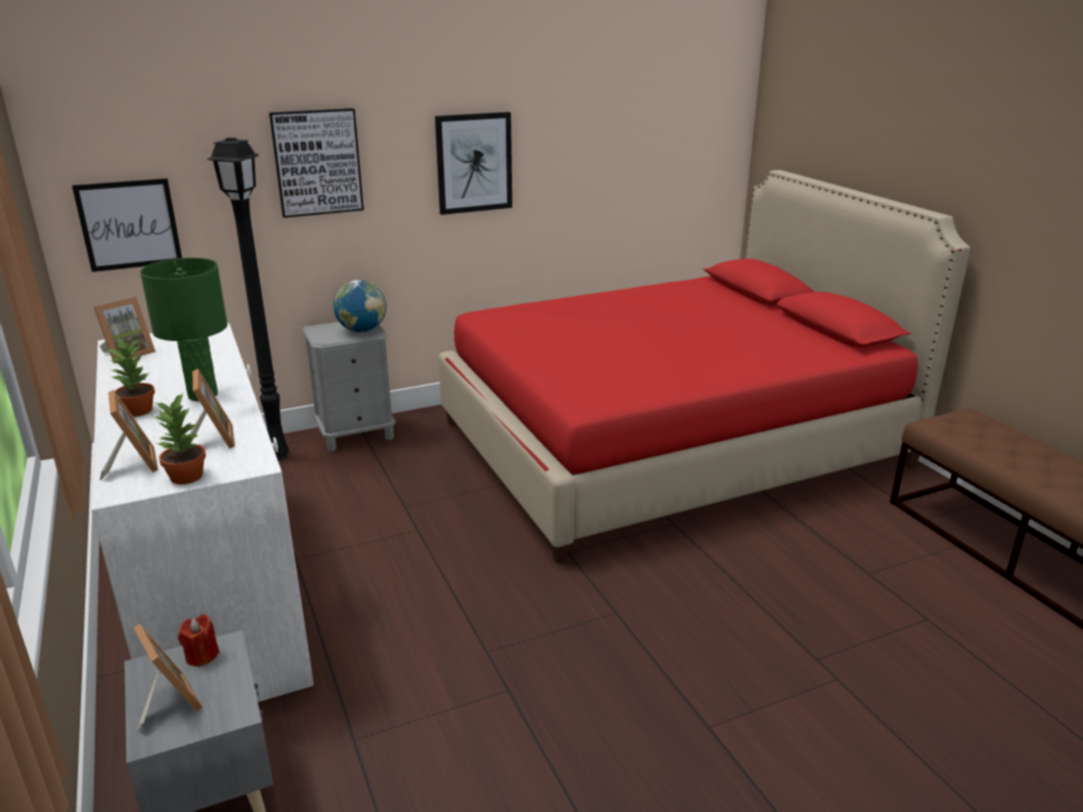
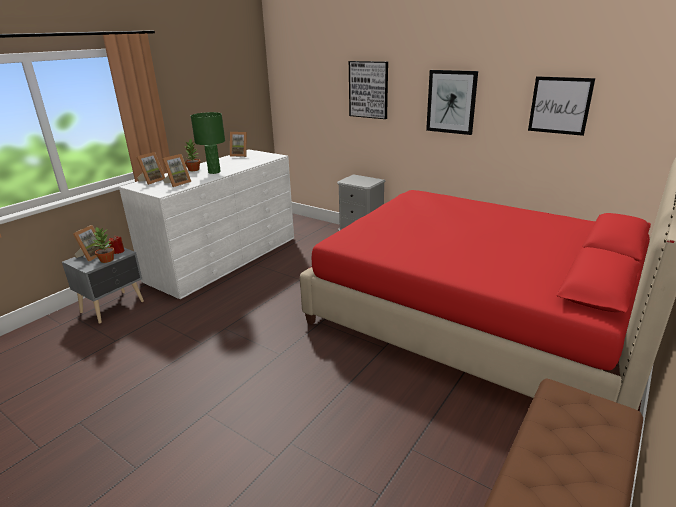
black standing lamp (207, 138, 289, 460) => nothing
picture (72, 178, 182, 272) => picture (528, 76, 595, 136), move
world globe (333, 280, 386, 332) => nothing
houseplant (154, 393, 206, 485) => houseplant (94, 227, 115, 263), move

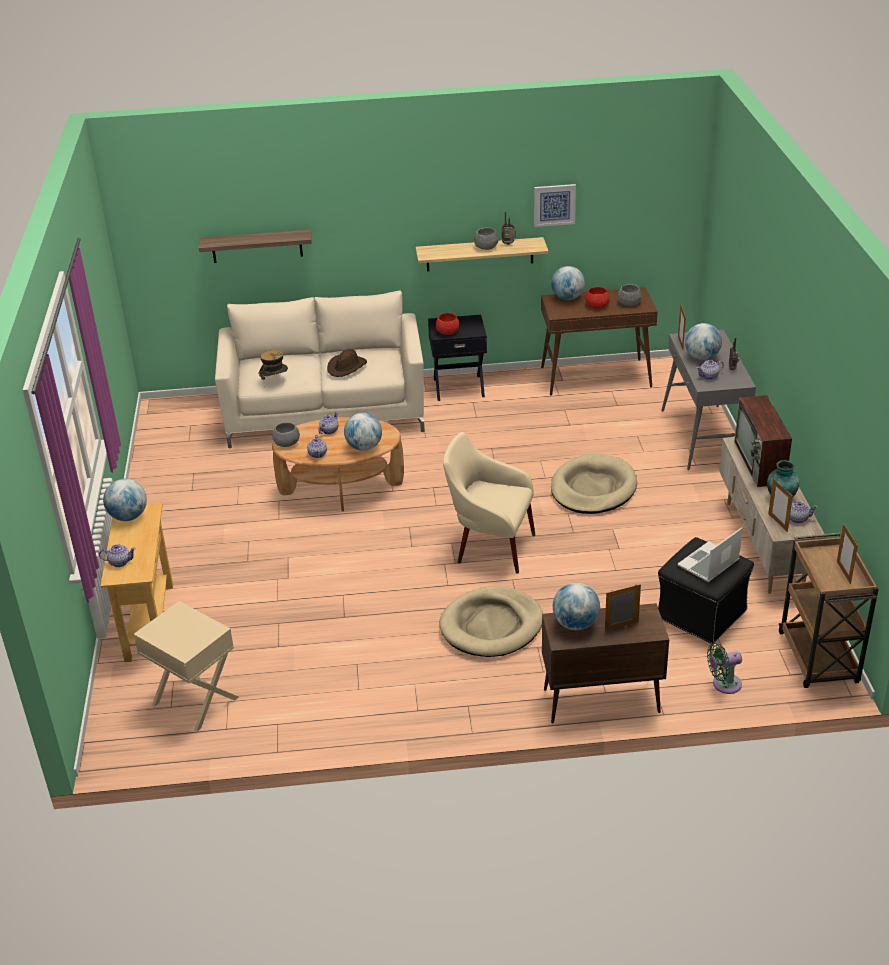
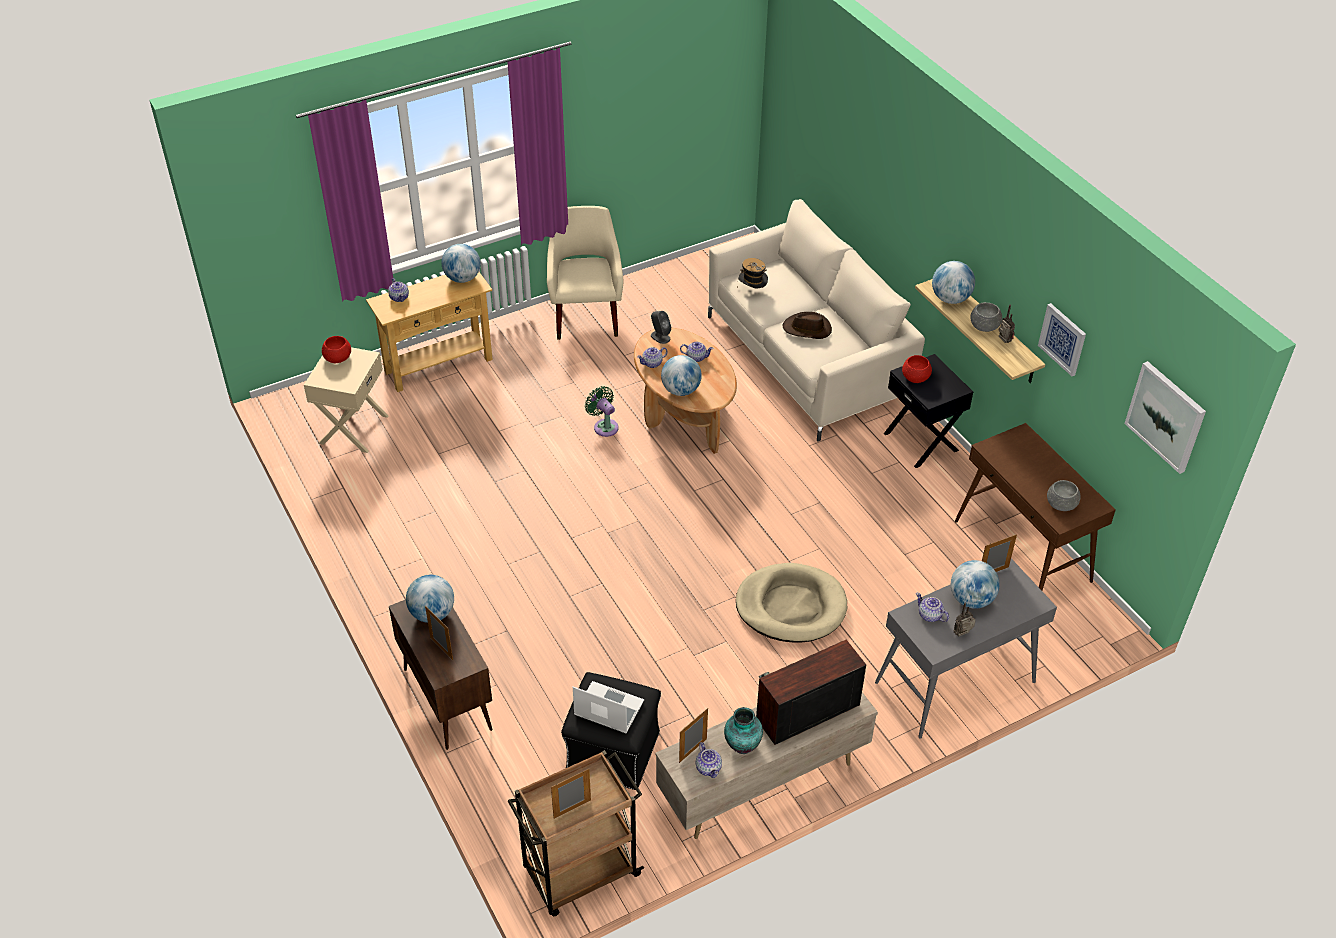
wall shelf (199, 230, 312, 263) => nothing
world globe (551, 266, 585, 300) => world globe (932, 261, 975, 304), move
reddish deep dish (585, 287, 610, 309) => reddish deep dish (322, 336, 351, 363), move
grey deep dish (272, 422, 300, 447) => grey loudspeaker (651, 311, 671, 344)
beige-coloured lounge chair (443, 432, 536, 573) => beige-coloured lounge chair (547, 206, 623, 340), move
beige-coloured dog cushion (439, 586, 543, 657) => nothing
green-coloured fan (707, 643, 742, 694) => green-coloured fan (585, 386, 619, 437), move
nothing => picture (1124, 361, 1206, 474)

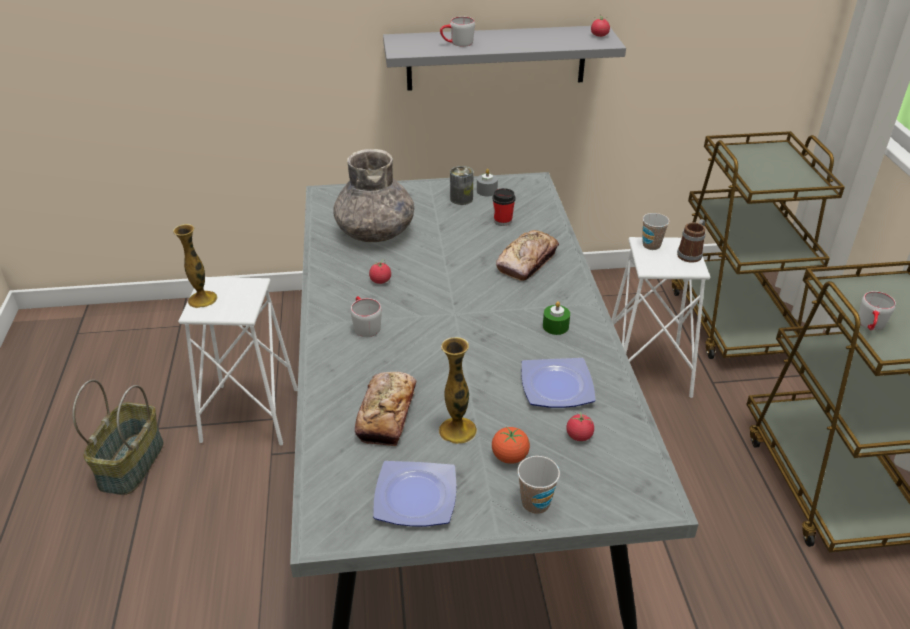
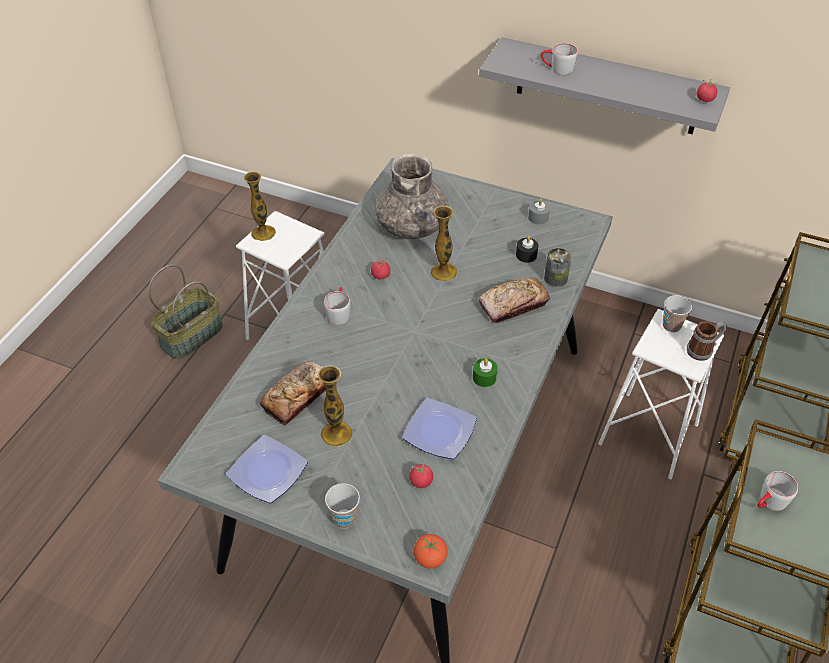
sealed can (450, 166, 474, 205) => sealed can (544, 248, 572, 287), move
cup (492, 188, 516, 226) => black wax candle (516, 236, 538, 263)
whole tomato (492, 427, 530, 464) => whole tomato (413, 534, 448, 569), move
nothing => vase (430, 206, 458, 281)

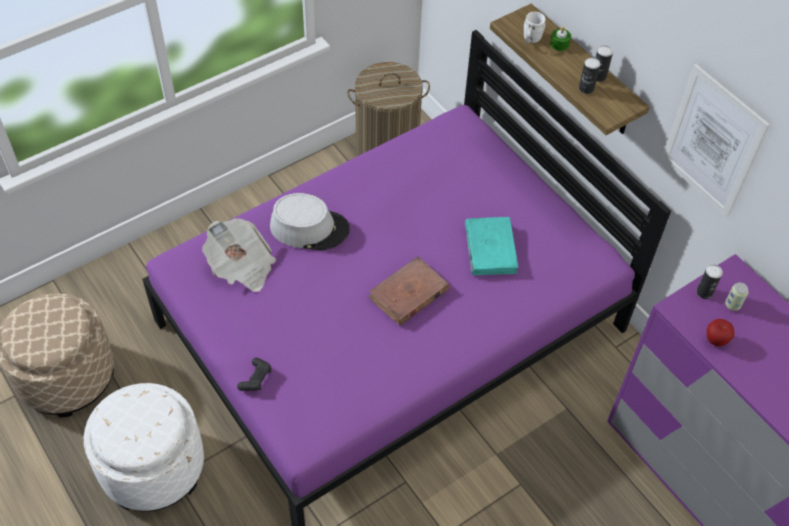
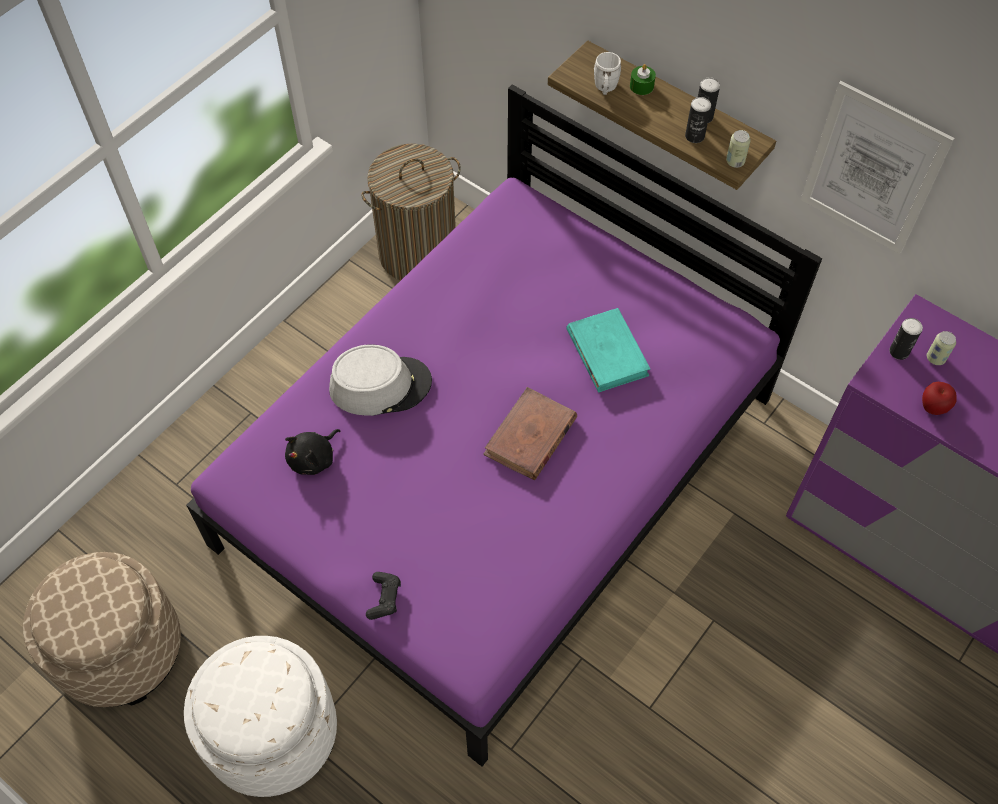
printed paper (202, 218, 276, 292) => black cuddly toy (285, 429, 340, 475)
nothing => sealed can (726, 130, 751, 168)

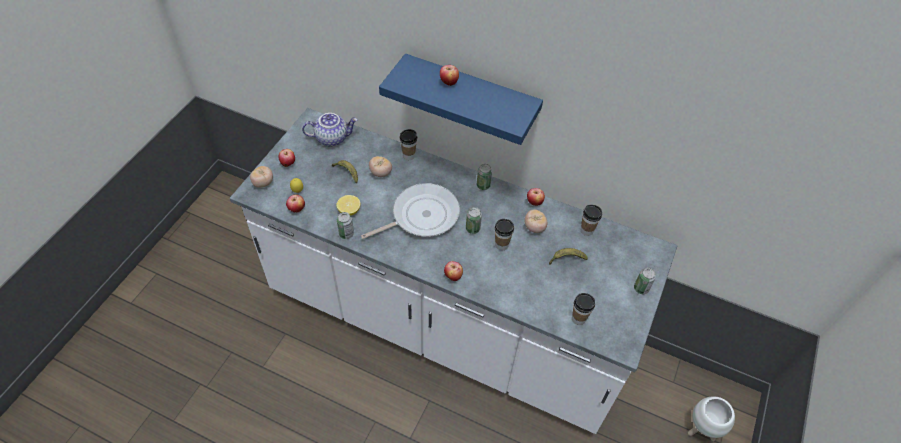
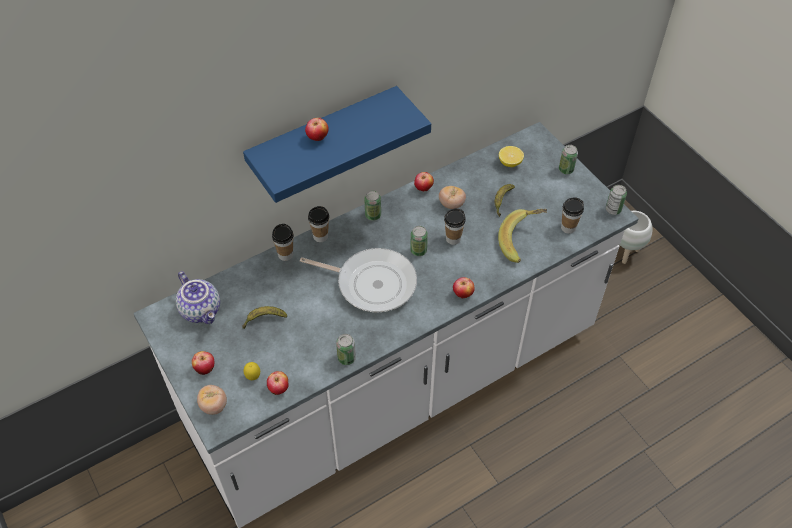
tea pot (302, 113, 358, 147) => tea pot (176, 271, 220, 324), 120 degrees clockwise
whole tomato (369, 156, 392, 177) => nothing
frying pan (361, 183, 460, 239) => frying pan (300, 248, 417, 312), 105 degrees clockwise
whole lemon (336, 195, 360, 215) => whole lemon (499, 146, 524, 167), move
cup (581, 205, 602, 236) => cup (308, 206, 329, 242), move
nothing => sealed can (606, 185, 627, 215)
nothing => whole banana (498, 209, 547, 263)

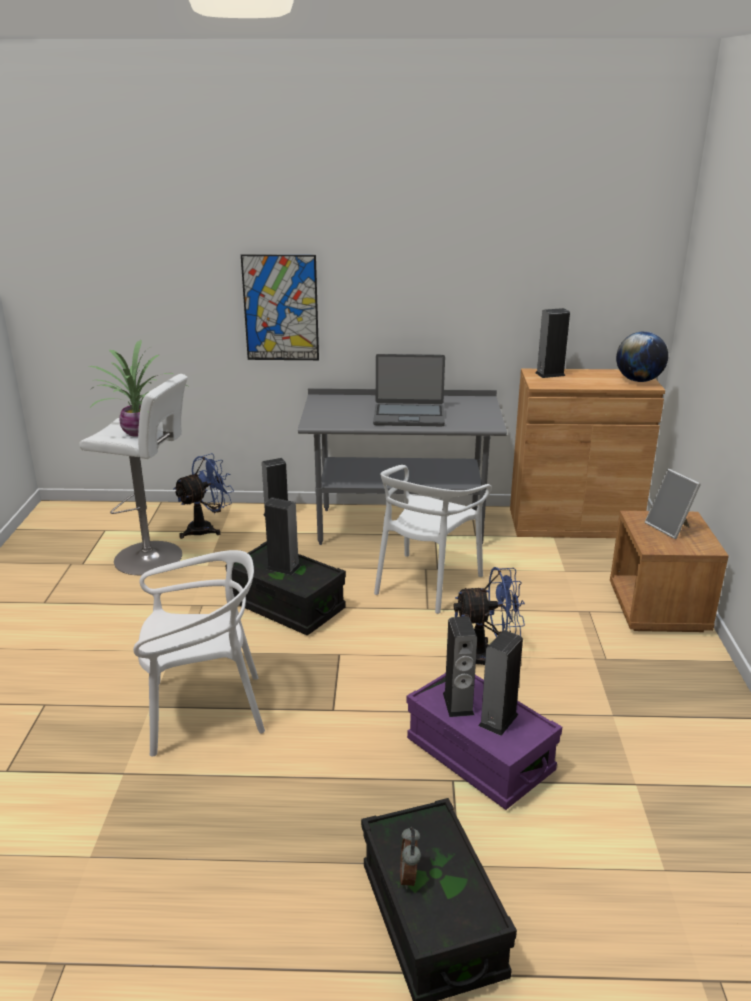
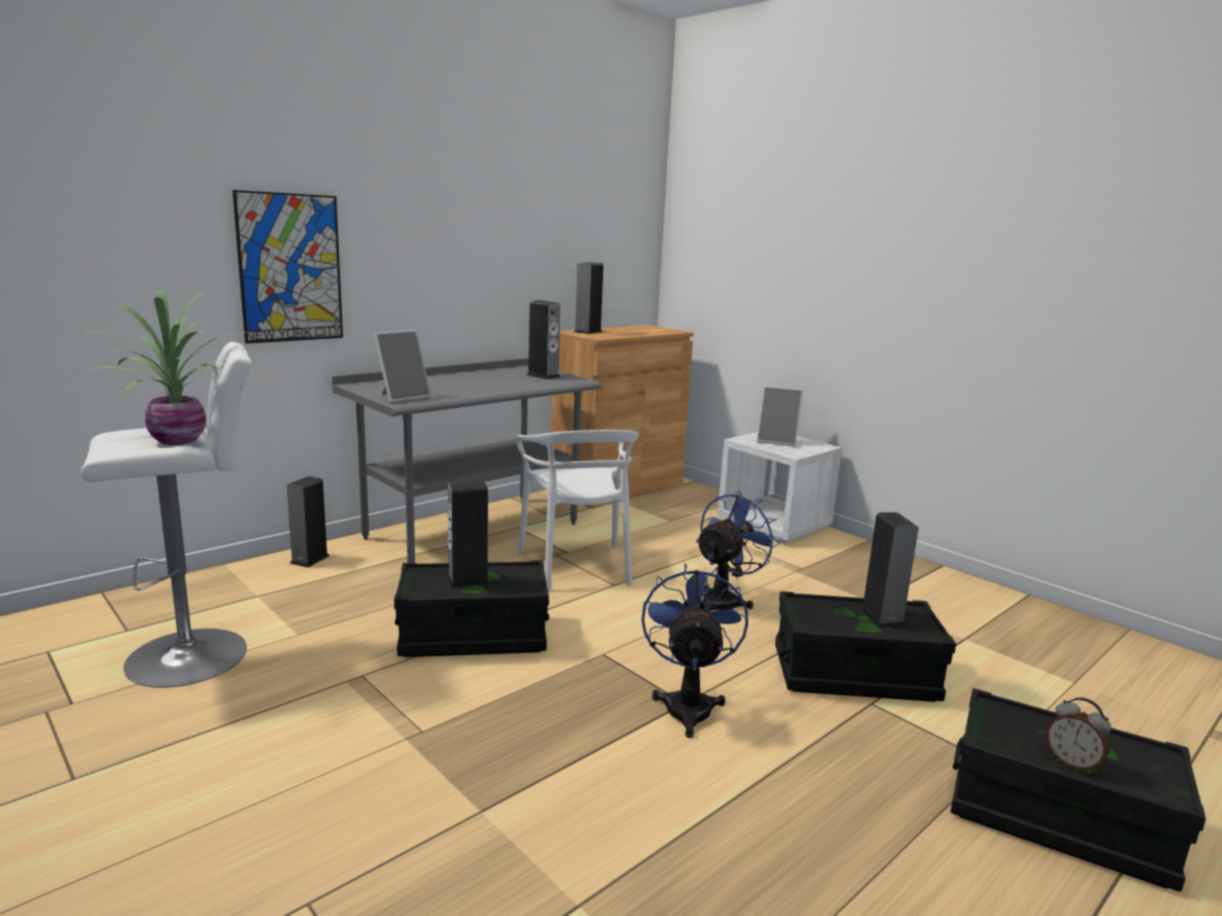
world globe (616, 331, 668, 382) => nothing
laptop (373, 354, 445, 426) => nothing
blue-coloured fan (173, 453, 234, 539) => blue-coloured fan (642, 563, 748, 738), move
brown night table (610, 511, 729, 632) => white night table (717, 432, 842, 544)
white chair (133, 550, 265, 756) => nothing
loudspeaker (443, 616, 477, 717) => loudspeaker (527, 300, 560, 379), move
purple-coloured storage box (406, 673, 562, 810) => black storage box (775, 591, 956, 702)
nothing => photo frame (374, 330, 431, 403)

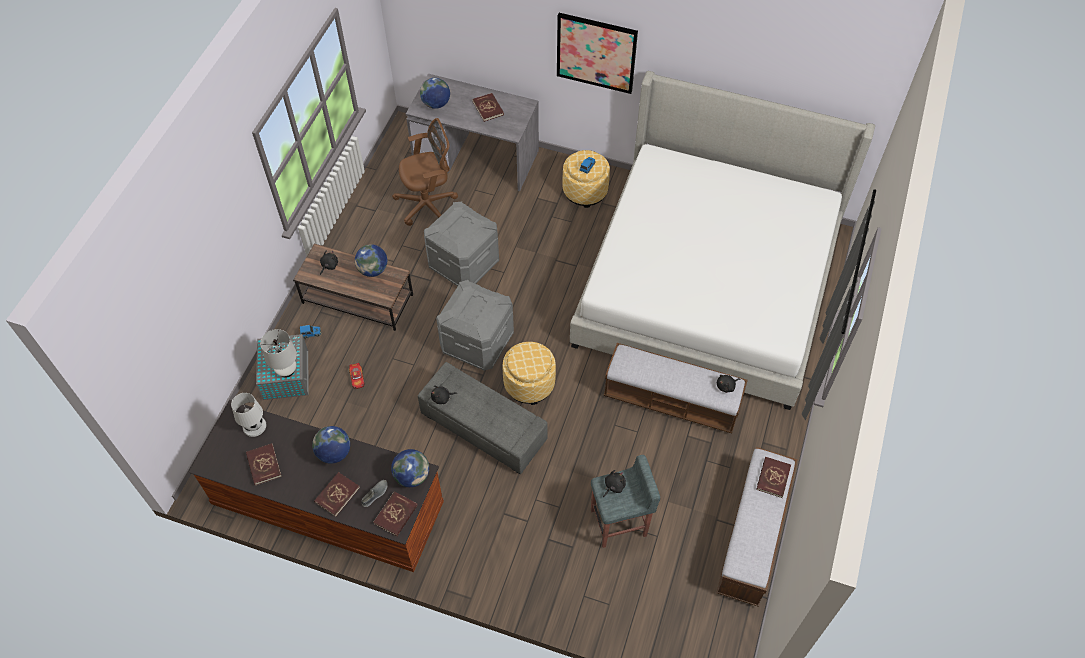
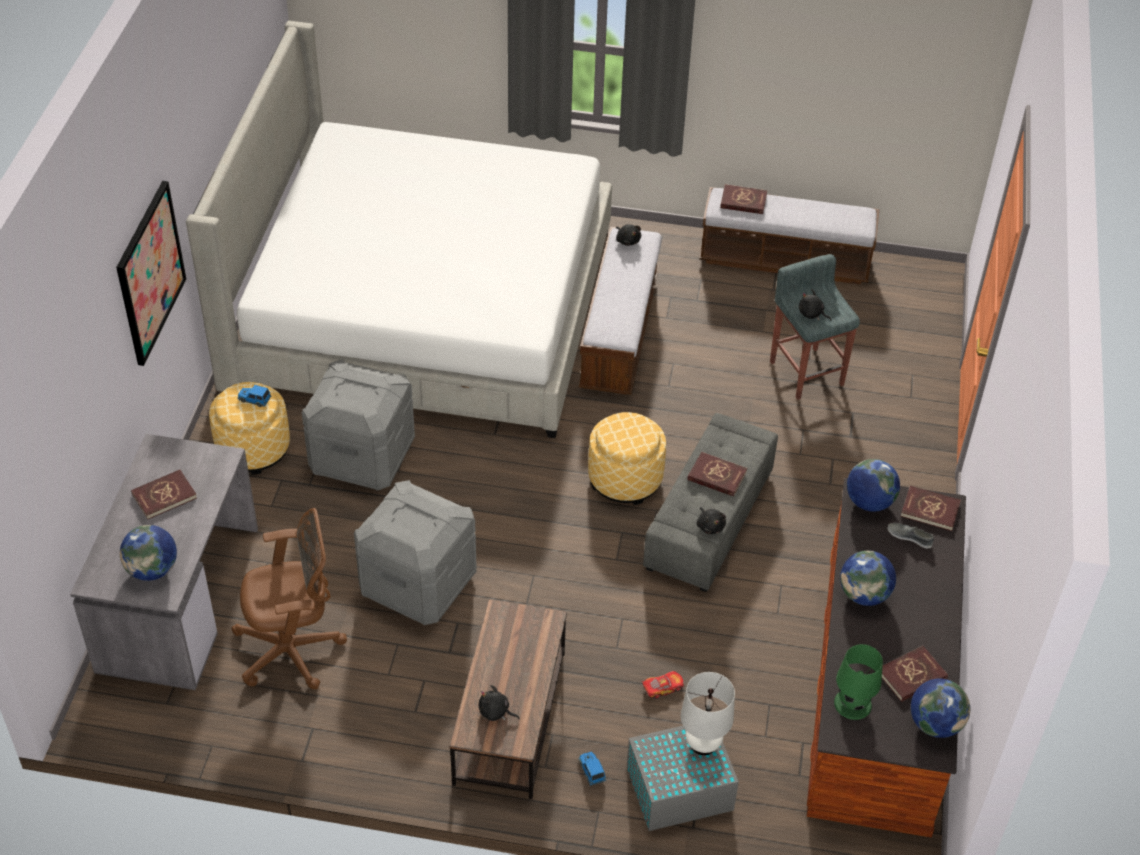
brown office chair (392, 118, 458, 226) => brown office chair (232, 508, 347, 689), 105 degrees clockwise
world globe (355, 244, 387, 277) => world globe (911, 678, 970, 738), move
grey storage box (436, 280, 514, 371) => grey storage box (302, 359, 415, 491), move
white table lamp (231, 393, 266, 437) => green-coloured table lamp (834, 644, 883, 720)
reddish book (314, 472, 360, 517) => reddish book (687, 452, 747, 497), move

